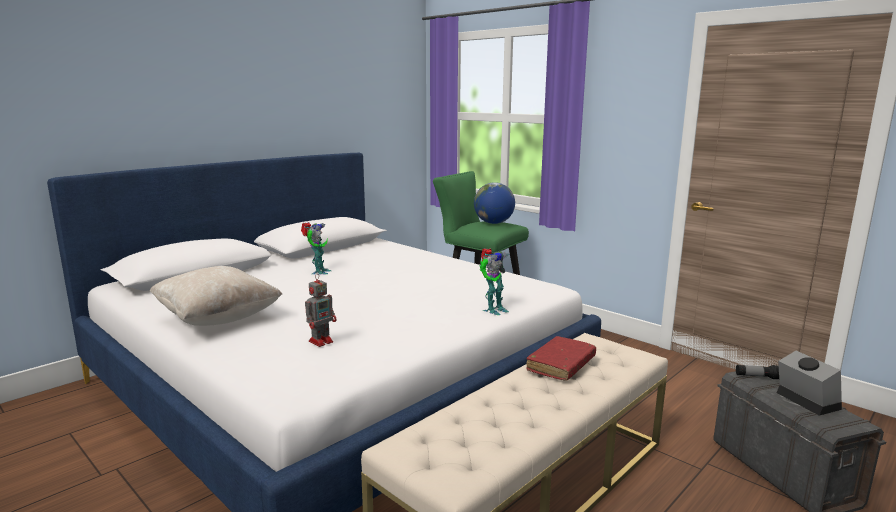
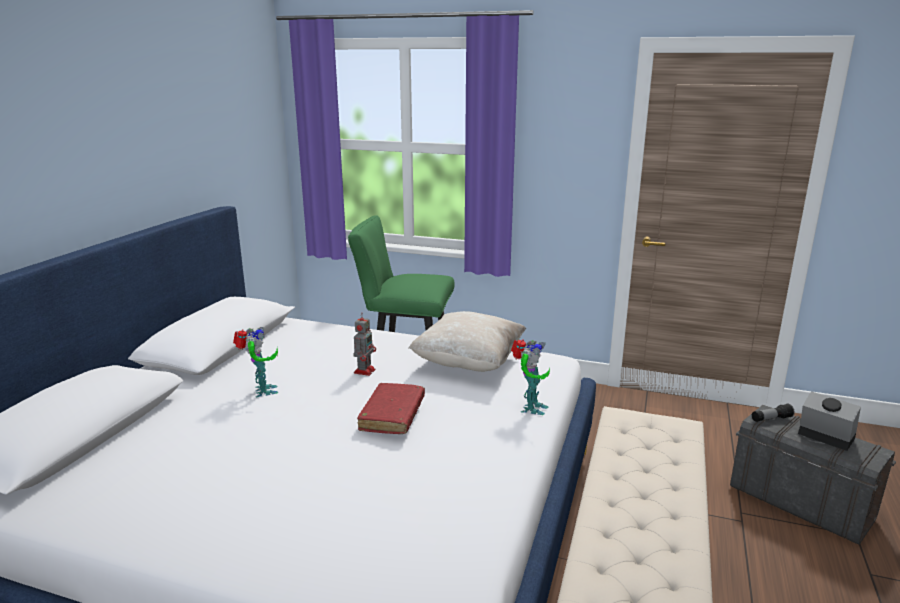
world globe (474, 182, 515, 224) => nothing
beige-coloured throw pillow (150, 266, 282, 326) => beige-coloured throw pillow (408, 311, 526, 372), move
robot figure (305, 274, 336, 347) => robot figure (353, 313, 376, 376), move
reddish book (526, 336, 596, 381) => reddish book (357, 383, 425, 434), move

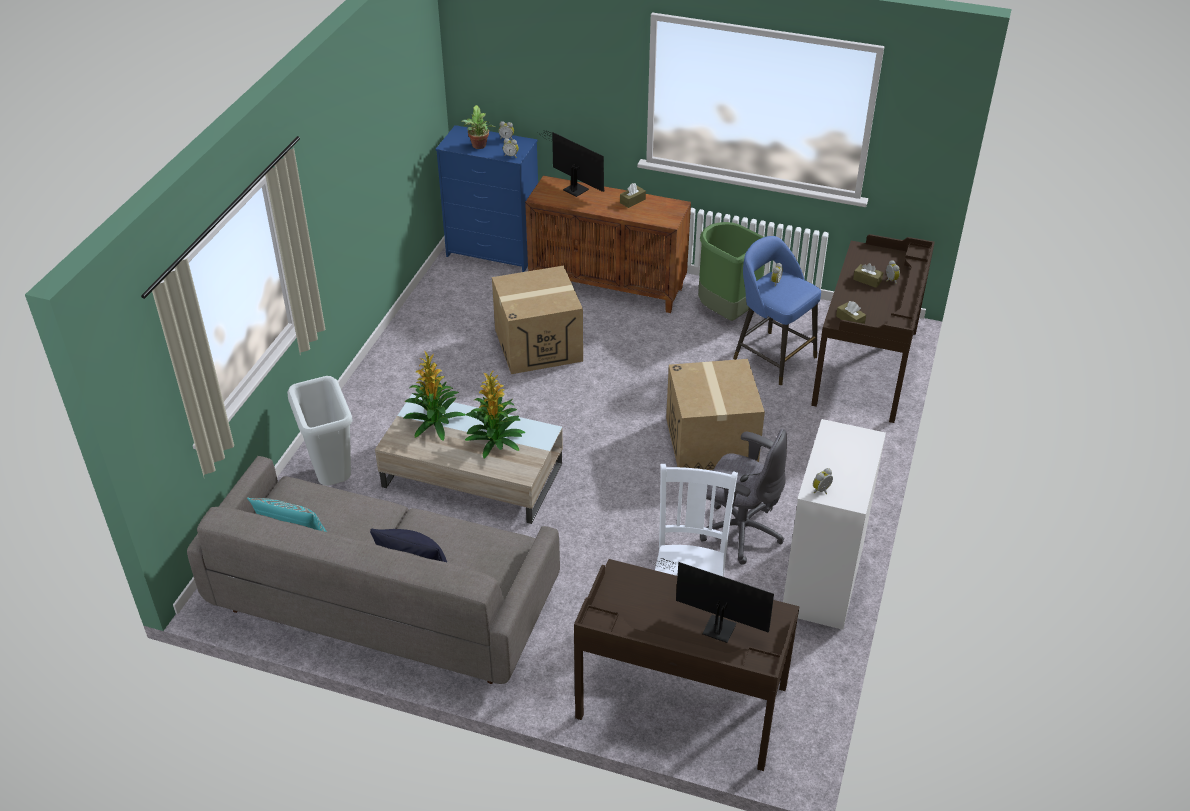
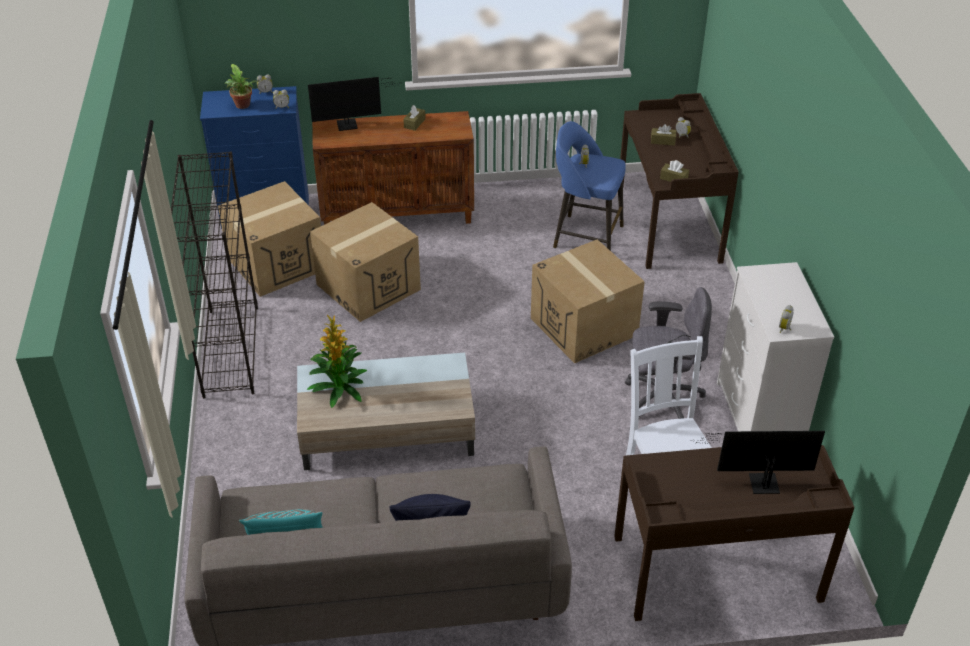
monitor (537, 129, 604, 197) => monitor (308, 77, 401, 131), 150 degrees clockwise
green-coloured waste bin (698, 222, 765, 321) => nothing
houseplant (465, 370, 526, 458) => nothing
grey waste bin (287, 376, 353, 486) => nothing
nothing => black bookcase (171, 151, 258, 399)
nothing => packing box (218, 181, 321, 297)

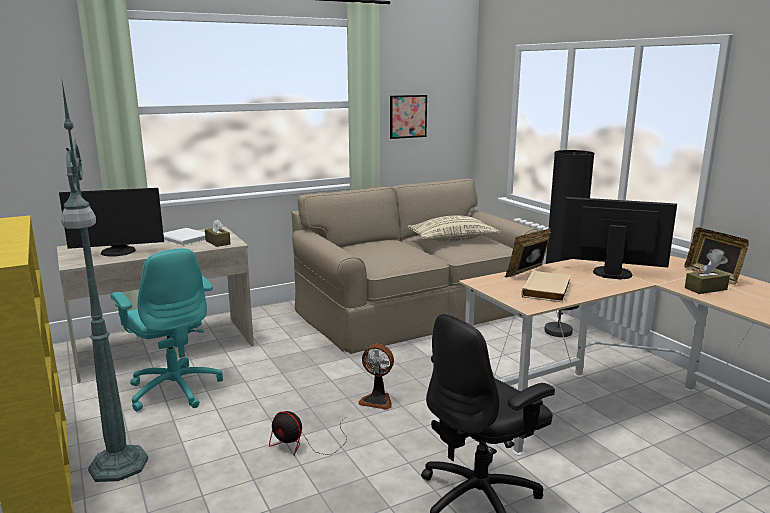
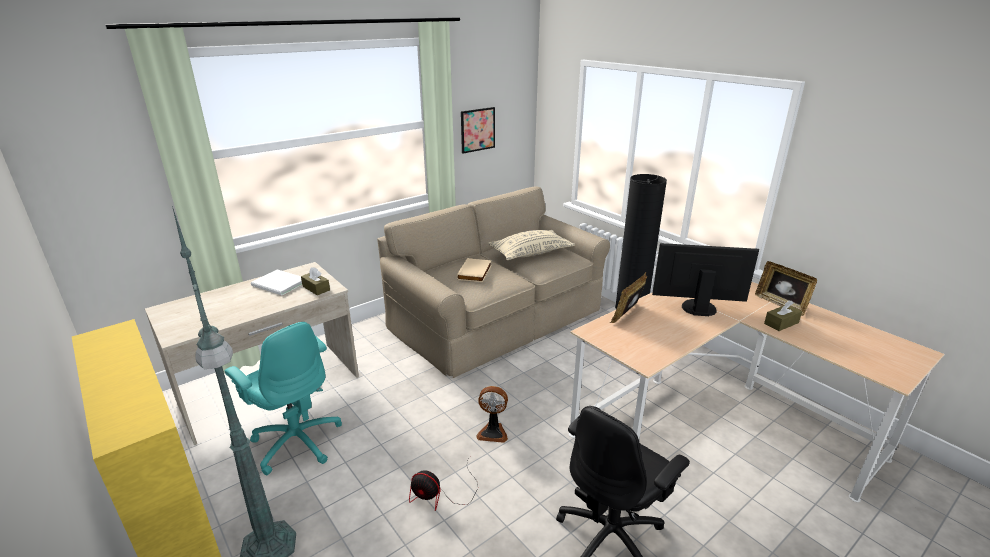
monitor (59, 188, 164, 257) => nothing
beige-coloured book (521, 270, 571, 302) => beige-coloured book (457, 258, 492, 282), move

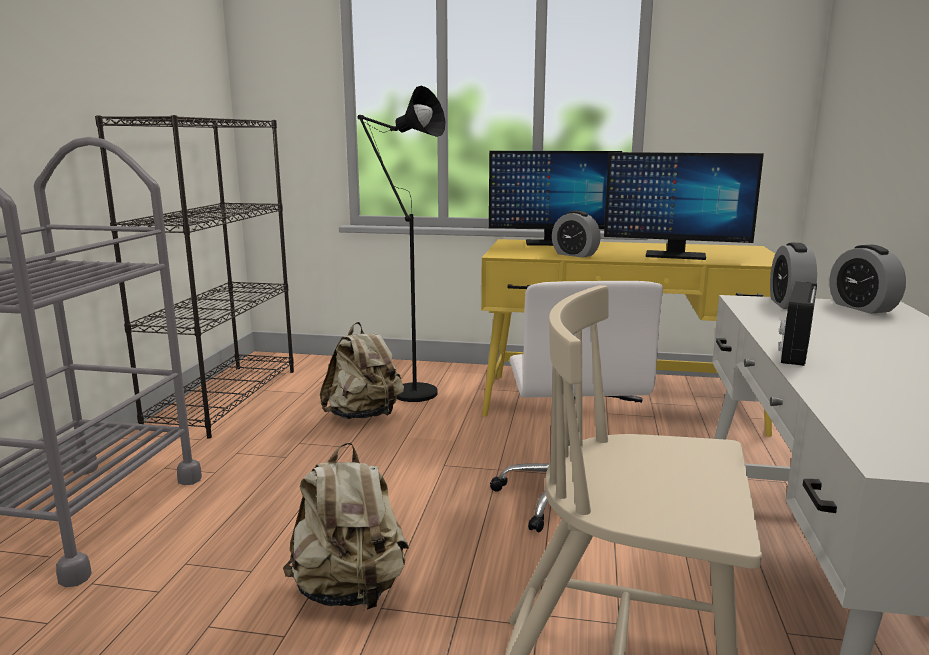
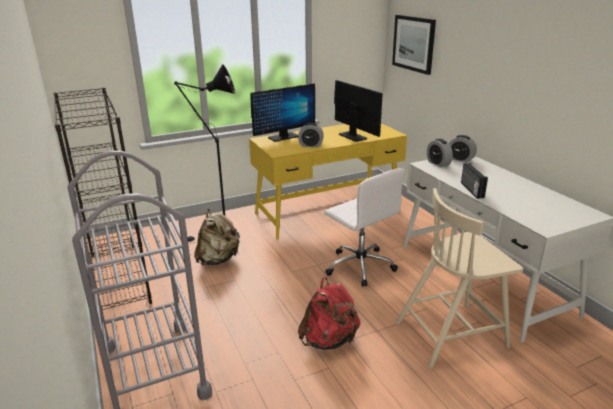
monitor (604, 152, 764, 260) => monitor (334, 80, 383, 142), 105 degrees counterclockwise
beige-coloured knapsack (283, 442, 409, 611) => reddish knapsack (298, 277, 360, 350)
nothing => picture (392, 15, 436, 75)

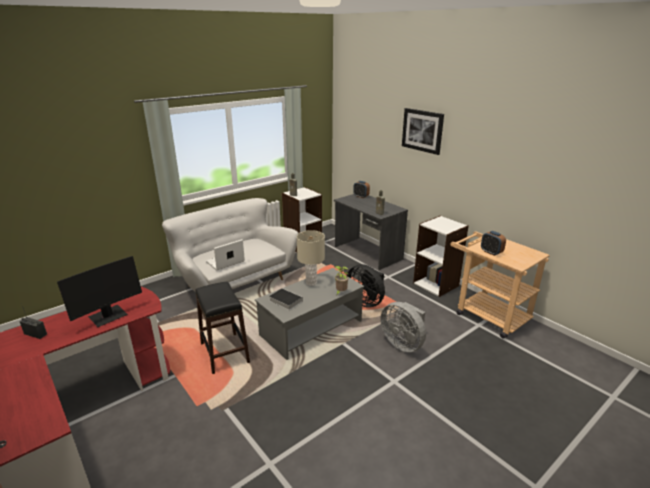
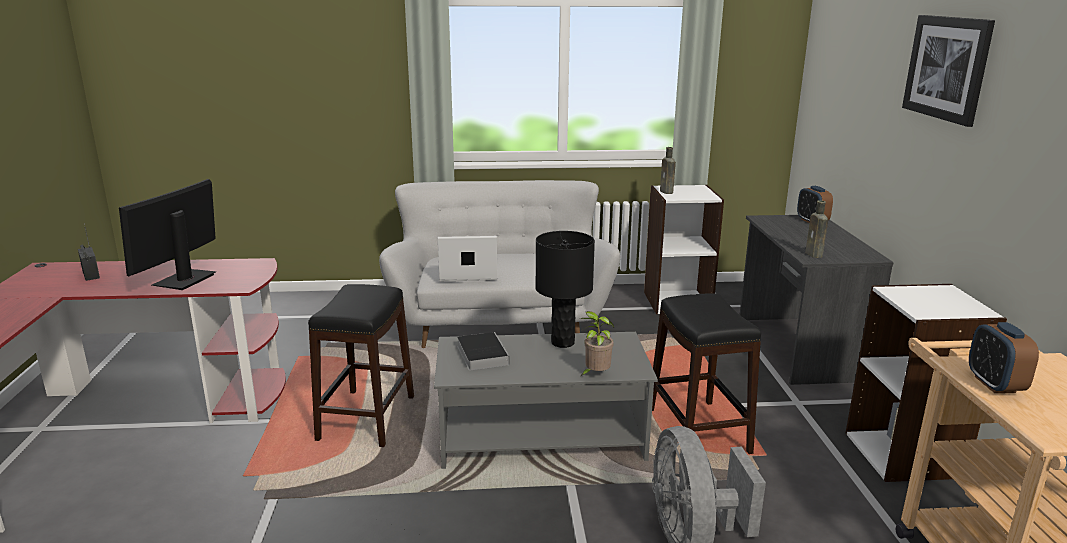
beige-coloured table lamp (297, 230, 325, 286) => black table lamp (535, 231, 595, 348)
monitor (57, 256, 142, 327) => monitor (119, 179, 217, 290), 120 degrees clockwise
black fan (347, 264, 385, 308) => black stool seat (652, 294, 761, 454)

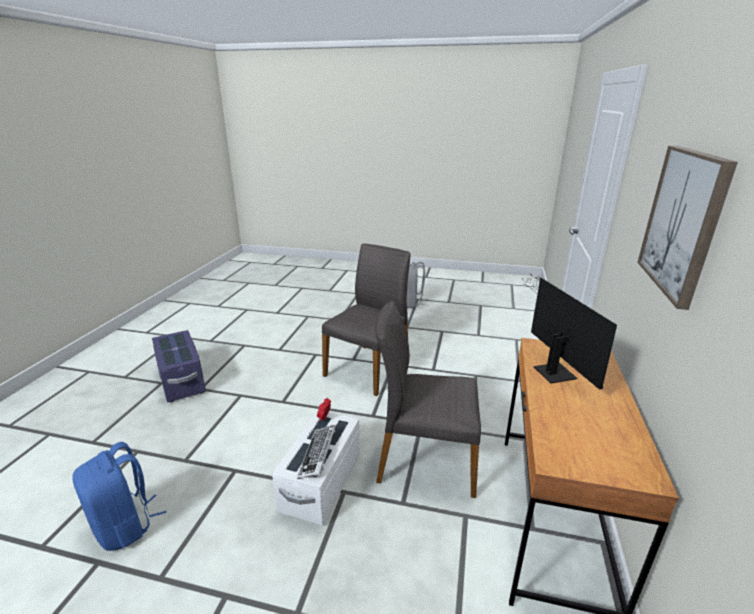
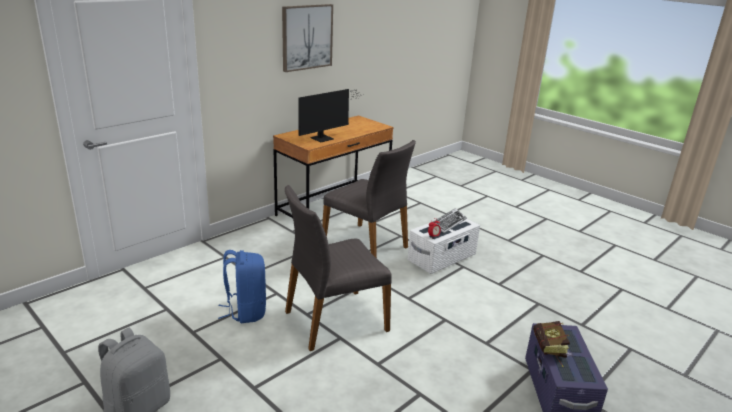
monitor (524, 274, 617, 390) => monitor (298, 89, 359, 142), 150 degrees counterclockwise
blue-coloured knapsack (72, 442, 166, 551) => blue-coloured knapsack (218, 250, 266, 323), move
nothing => book (533, 321, 570, 367)

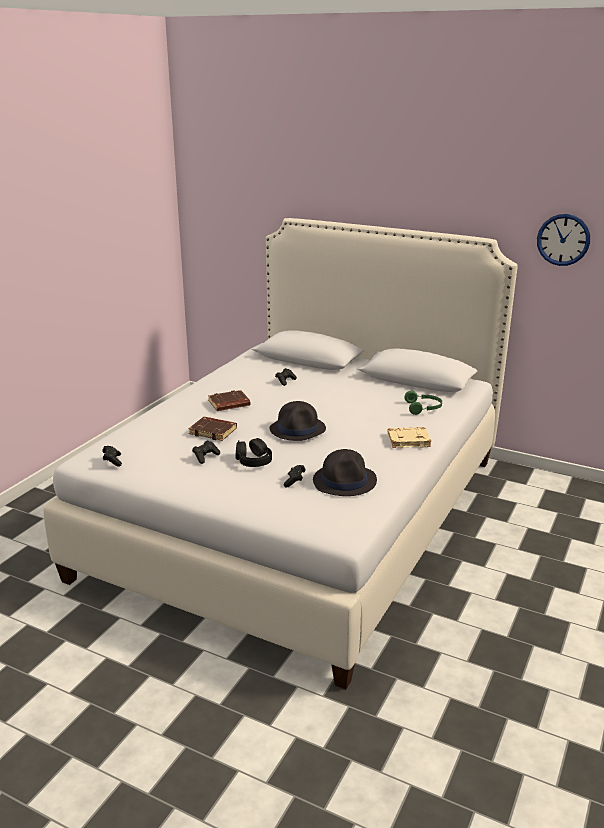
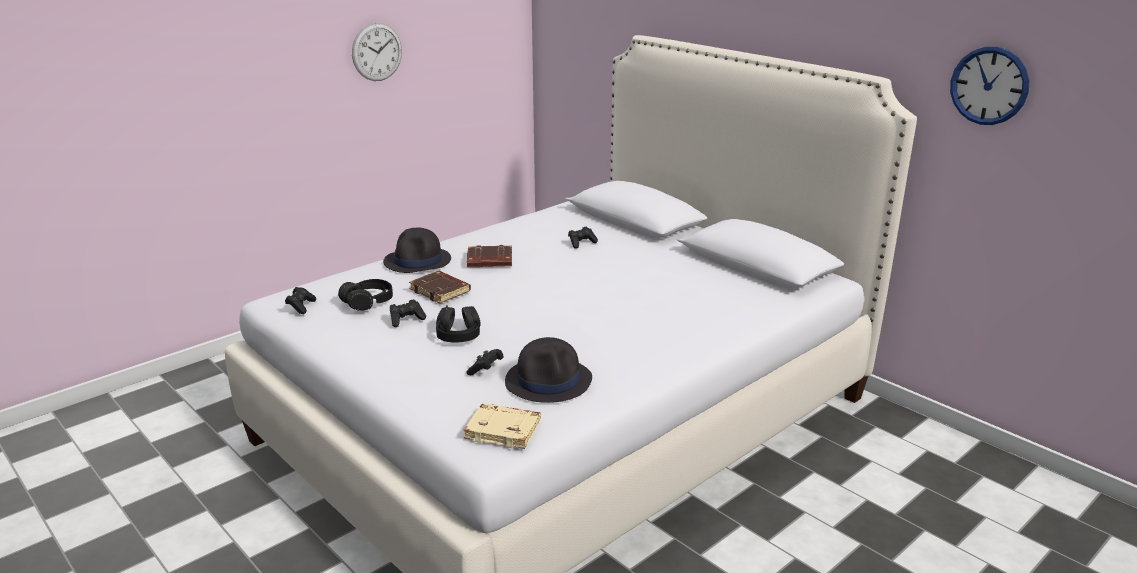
green-coloured headphones (405, 391, 442, 415) => nothing
black clothing hat (269, 401, 326, 441) => black clothing hat (383, 228, 451, 273), move
beige-coloured book (387, 427, 431, 448) => beige-coloured book (463, 403, 541, 449), move
nothing => wall clock (352, 23, 402, 81)
nothing => black headphones (338, 279, 393, 311)

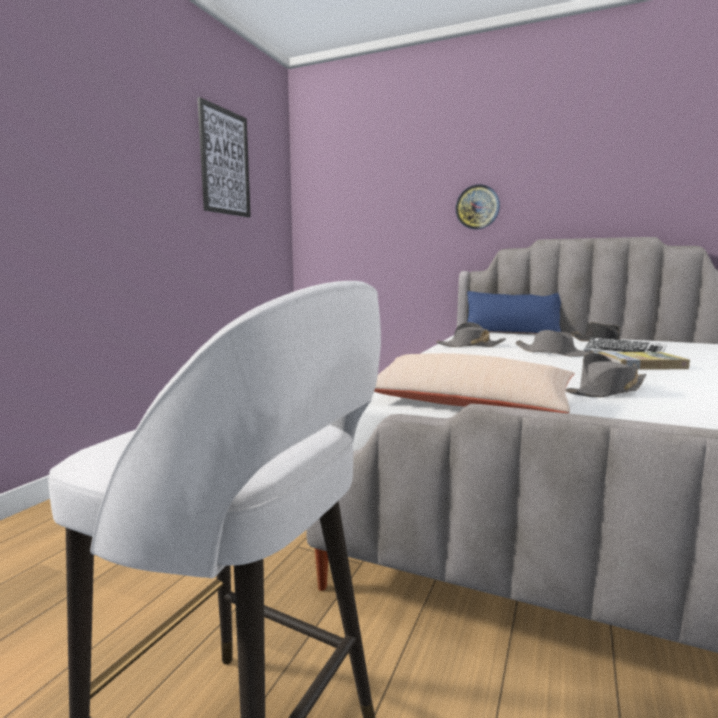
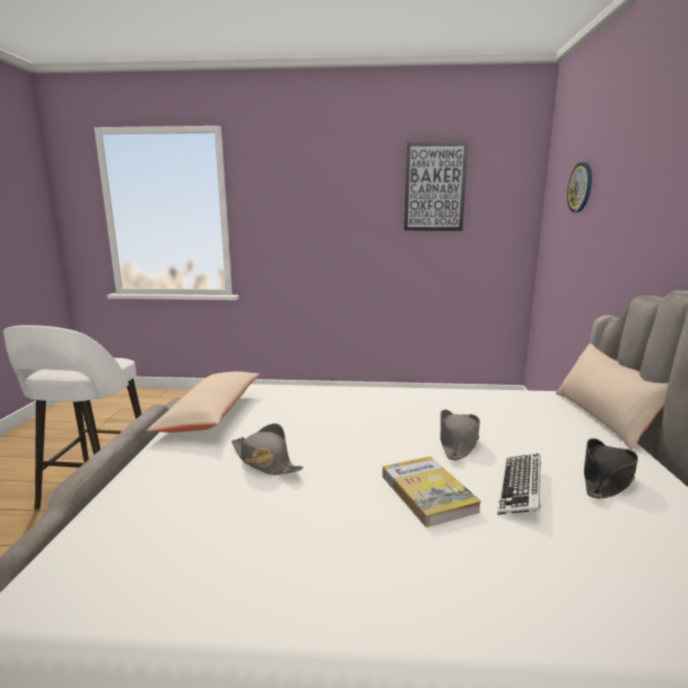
wall clock (456, 184, 500, 230) => wall clock (567, 162, 592, 212), move
blue-coloured throw pillow (467, 291, 561, 333) => beige-coloured throw pillow (556, 343, 668, 450)
grey clothing hat (436, 322, 506, 347) => nothing

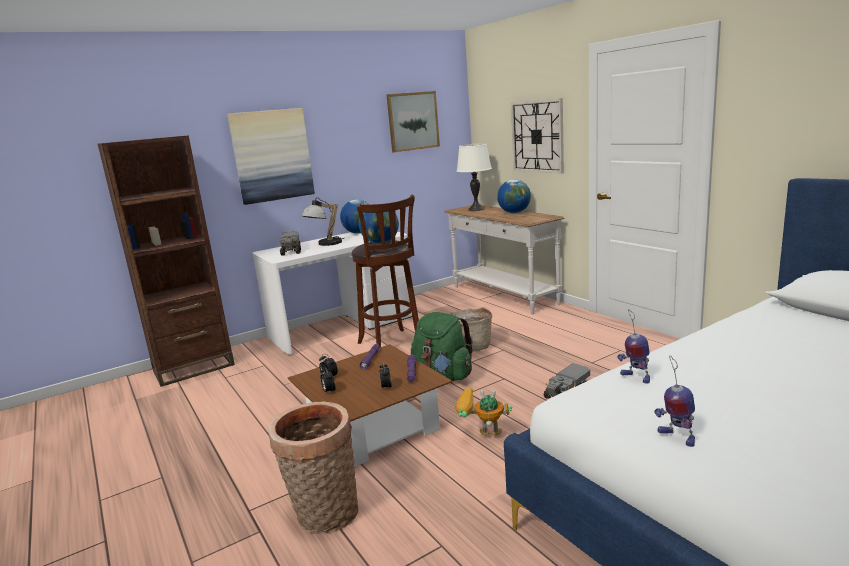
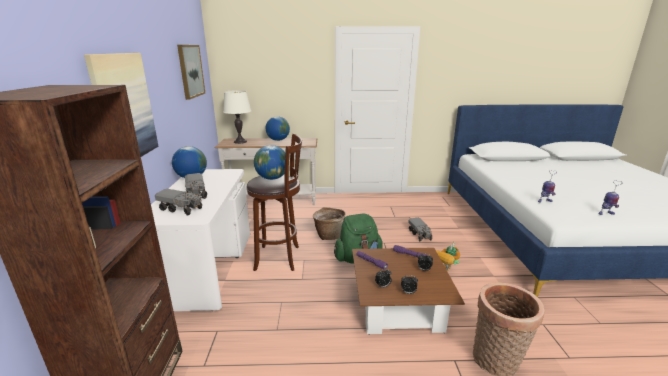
wall clock (511, 98, 564, 174) => nothing
table lamp (302, 197, 344, 246) => model truck (185, 173, 207, 199)

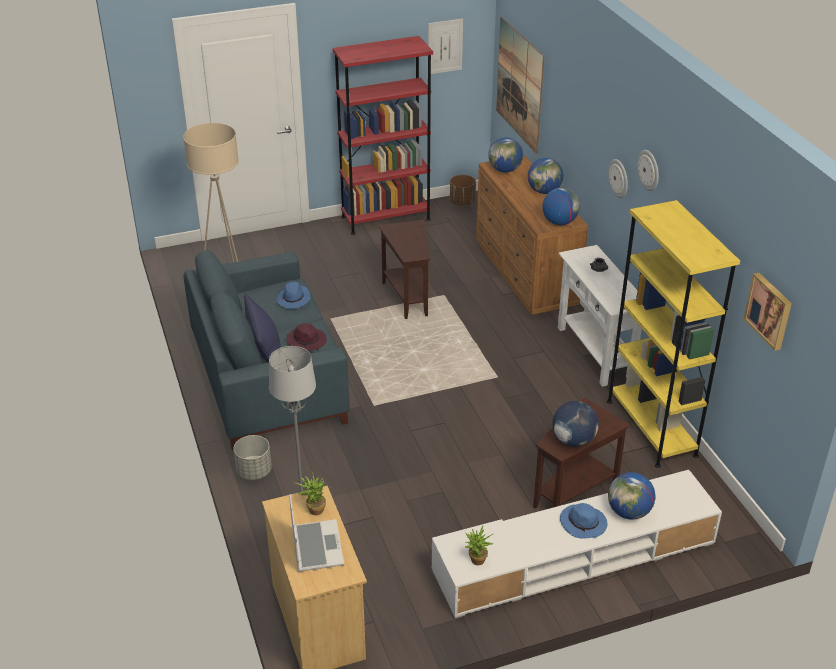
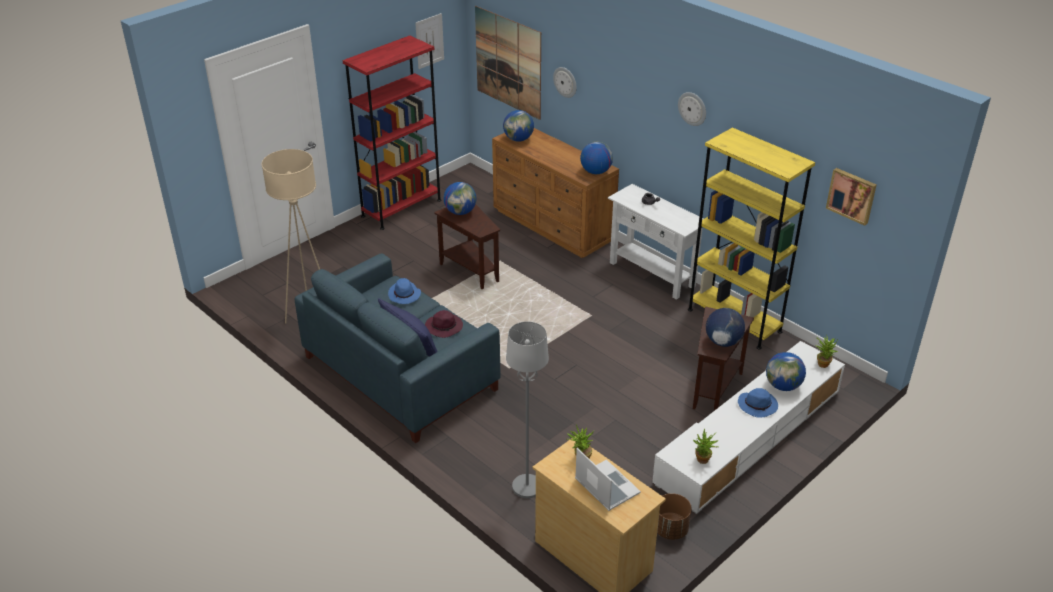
world globe (528, 158, 563, 194) => world globe (443, 182, 477, 215), move
wall clock (608, 159, 628, 198) => wall clock (553, 67, 577, 98), move
brown planter (450, 175, 476, 206) => brown planter (657, 493, 692, 540), move
grey planter (233, 435, 272, 480) => nothing
nothing => houseplant (815, 335, 838, 368)

